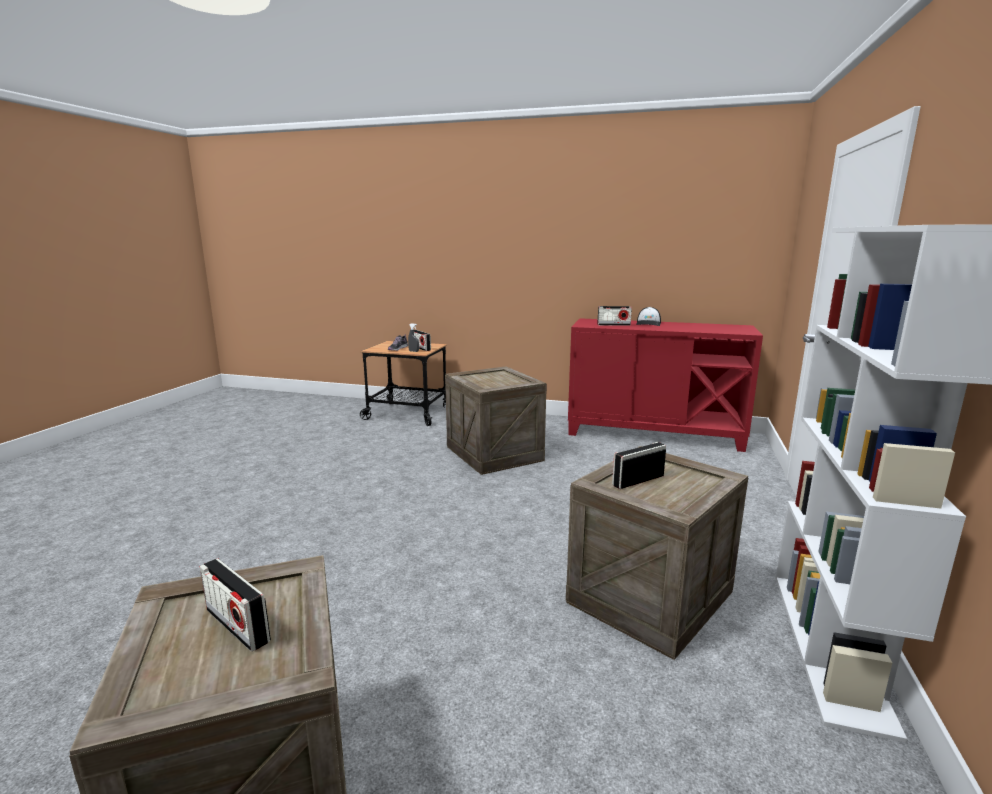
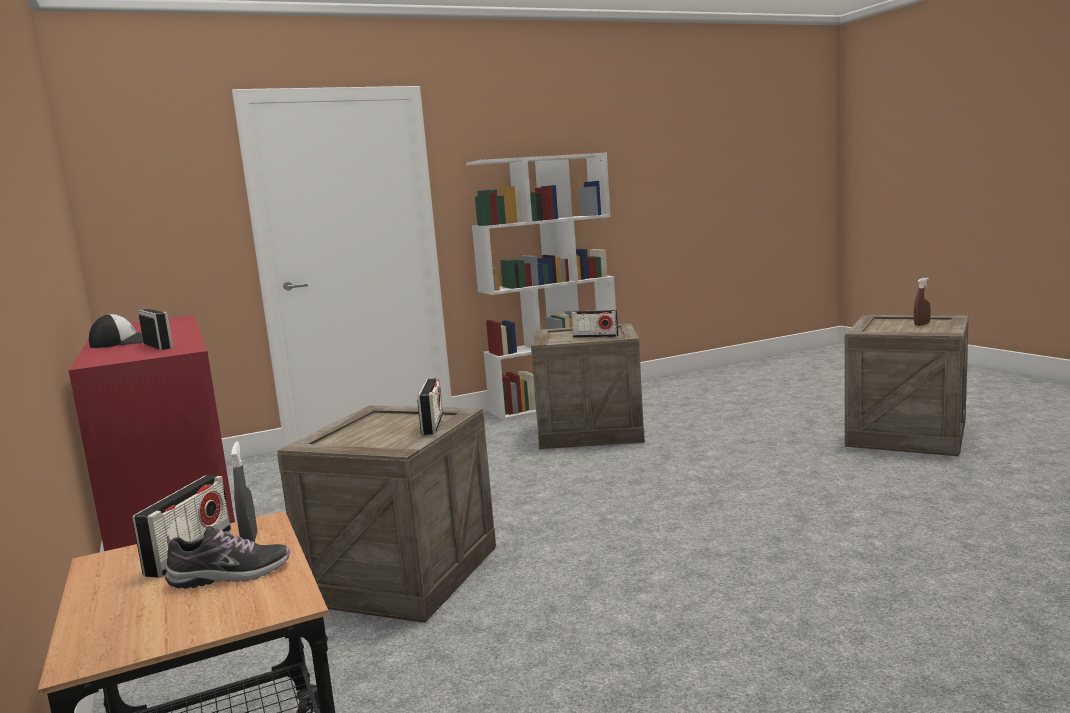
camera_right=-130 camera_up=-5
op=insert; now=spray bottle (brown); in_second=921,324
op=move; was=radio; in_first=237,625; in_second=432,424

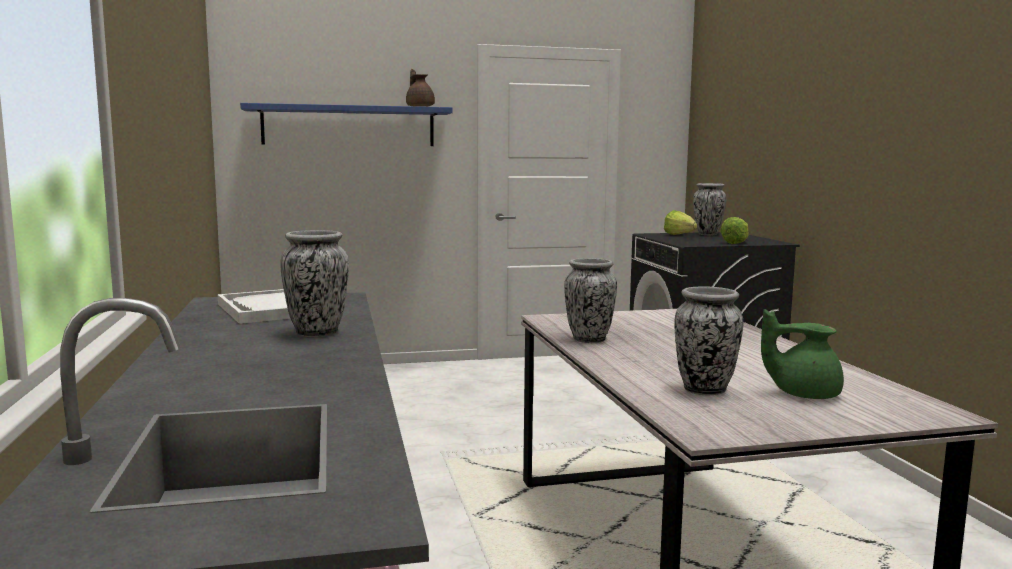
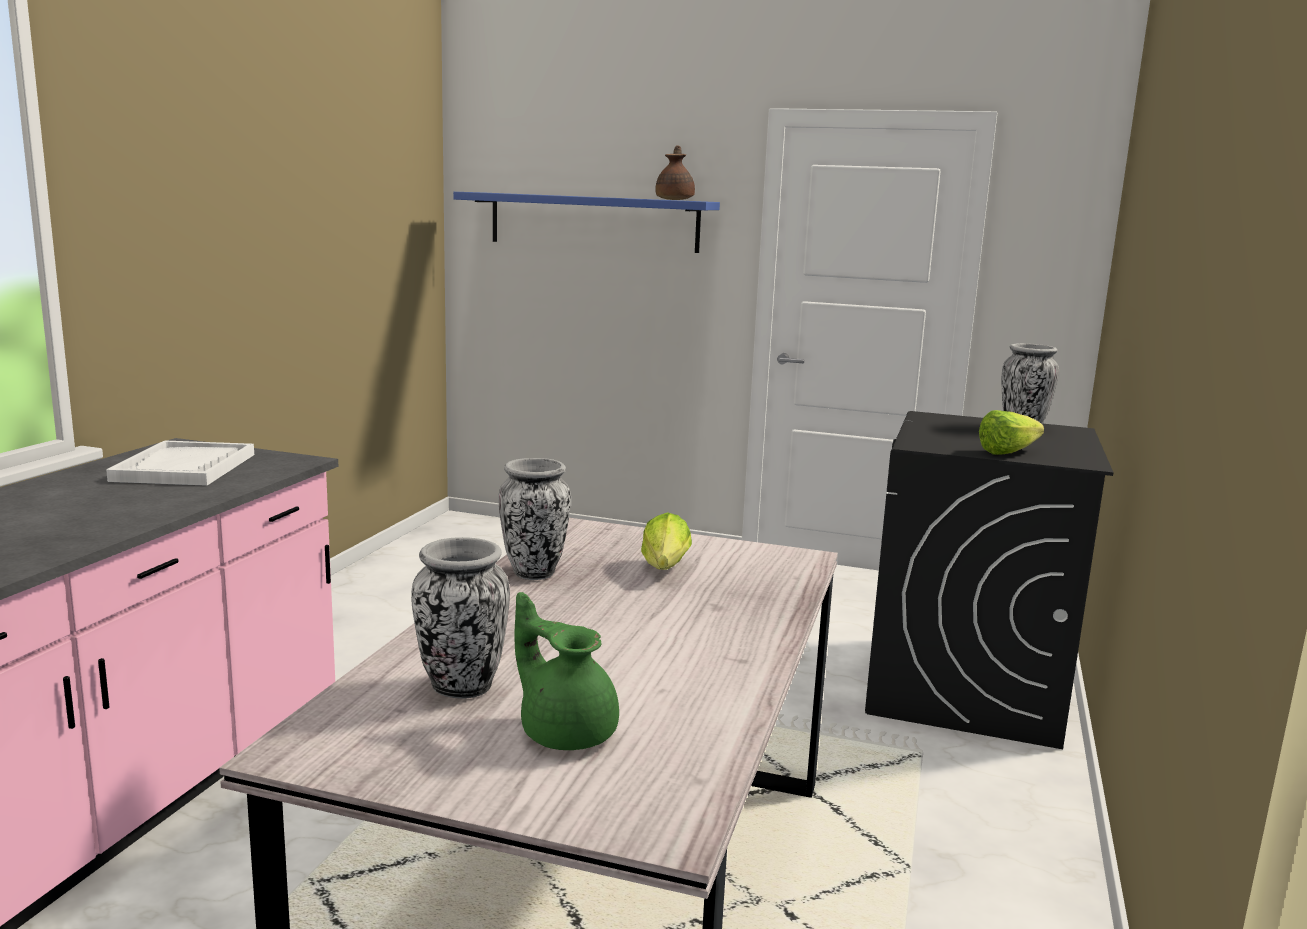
camera_right=30 camera_up=5
op=delete; was=vase; in_first=316,333
op=move; was=lettuce; in_first=681,236; in_second=662,572

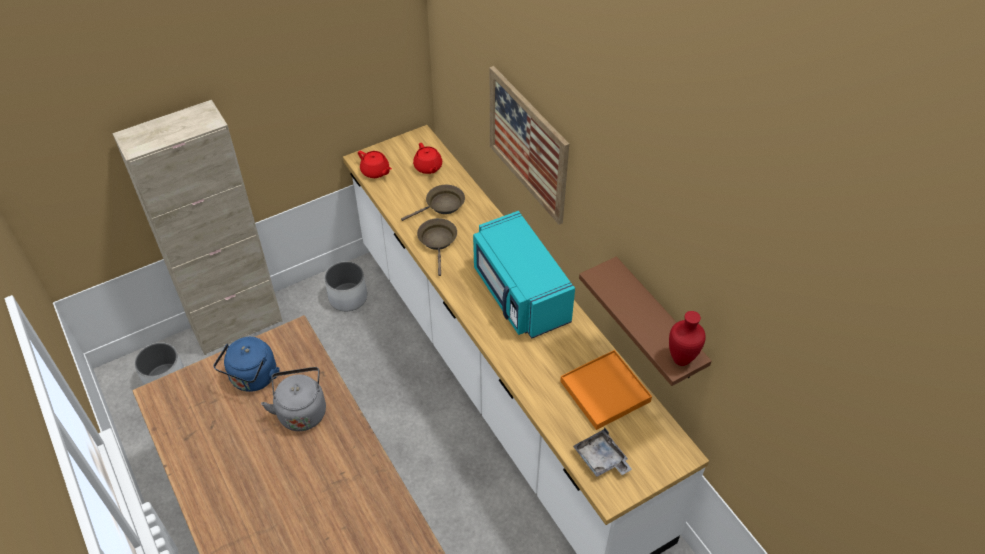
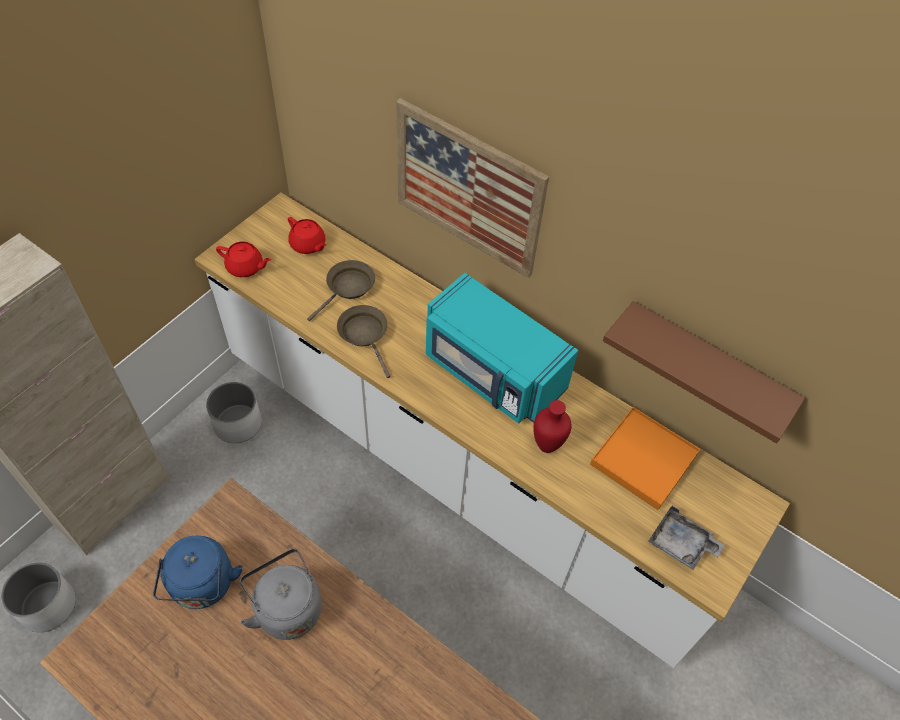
camera_right=-25 camera_up=5
op=move; was=vase (red); in_first=680,359; in_second=545,445

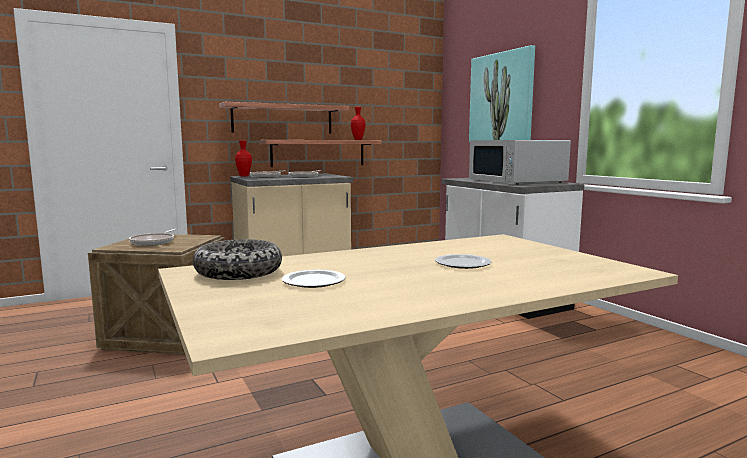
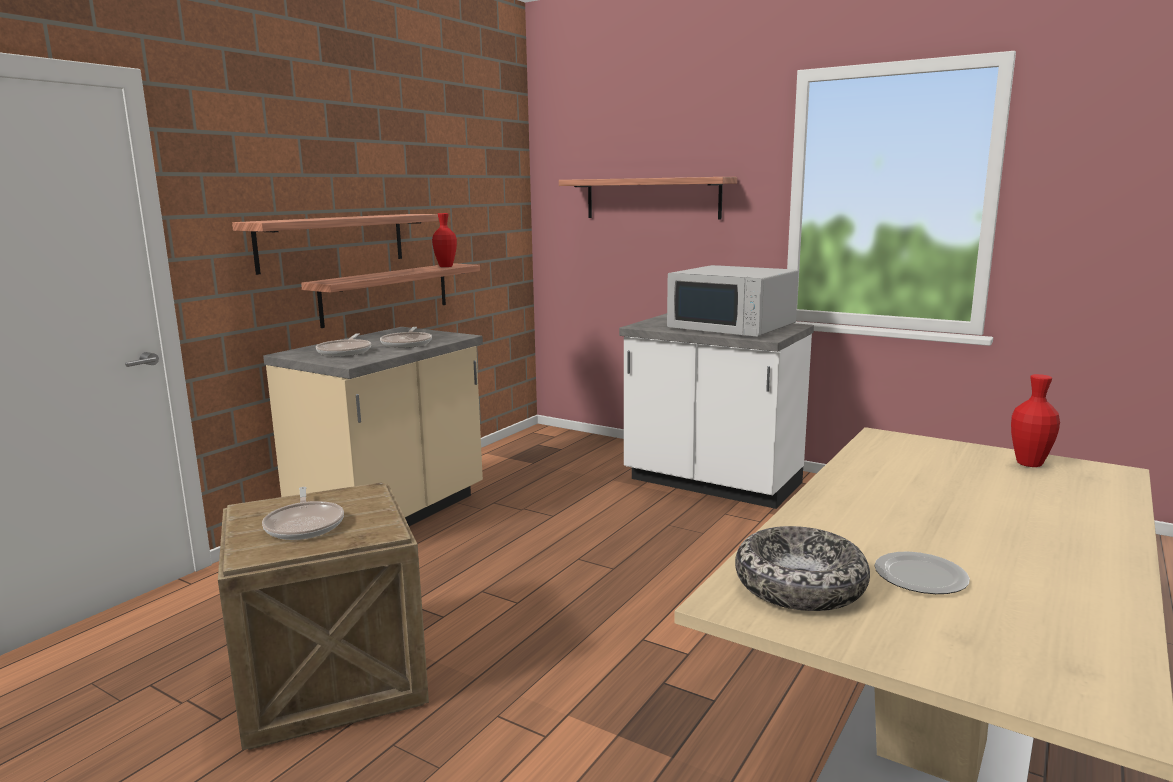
camera_right=-30 camera_up=5
op=delete; was=plate; in_first=462,263
op=move; was=vase (red); in_first=244,176; in_second=1029,464
op=replace; was=picture; now=shelf; in_first=501,98; in_second=652,198

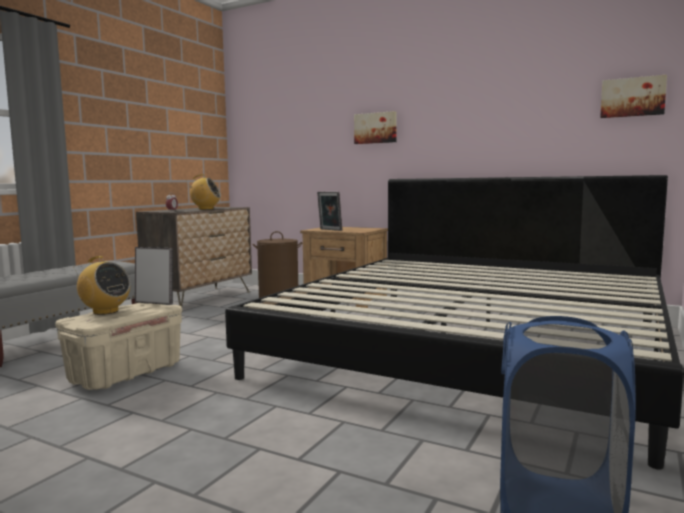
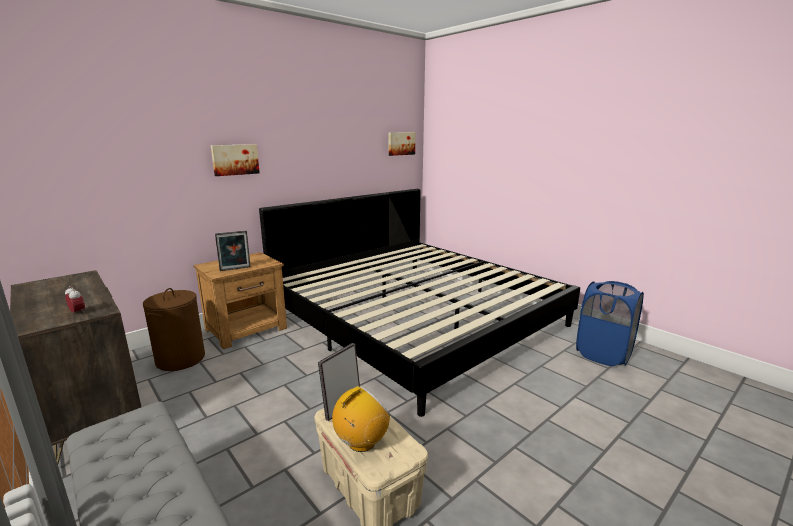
camera_right=-70 camera_up=10
op=delete; was=radio; in_first=205,209

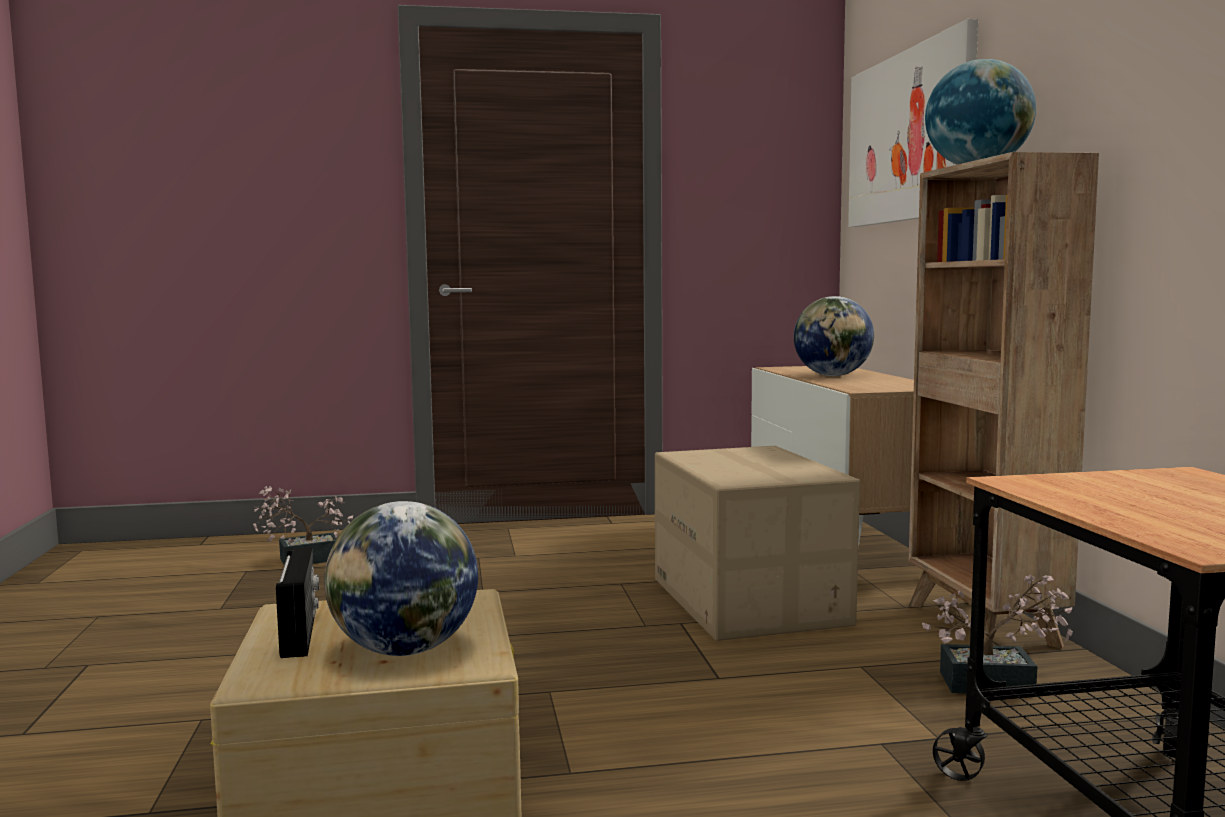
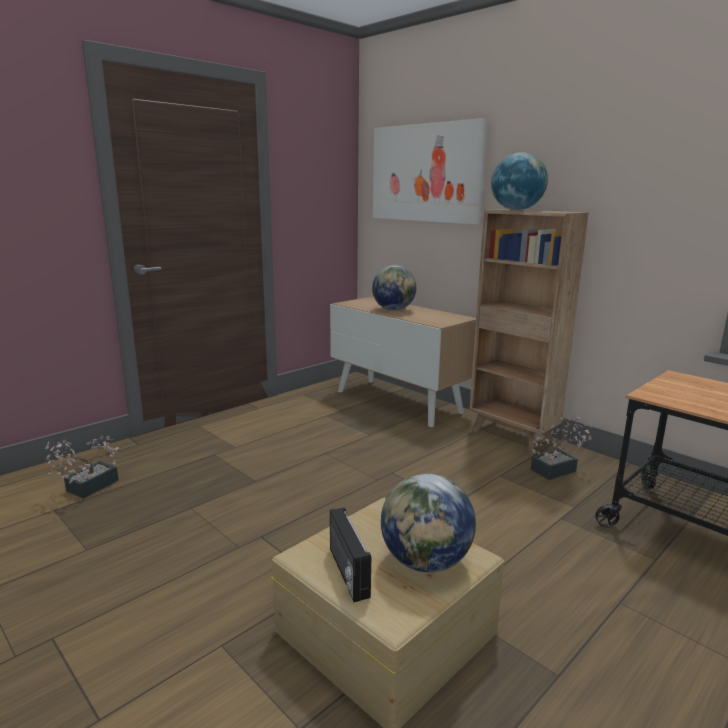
camera_right=-35 camera_up=10
op=delete; was=cardboard box; in_first=750,602
op=rotate; was=radio; in_first=301,633; in_second=347,572; clockwise=-150

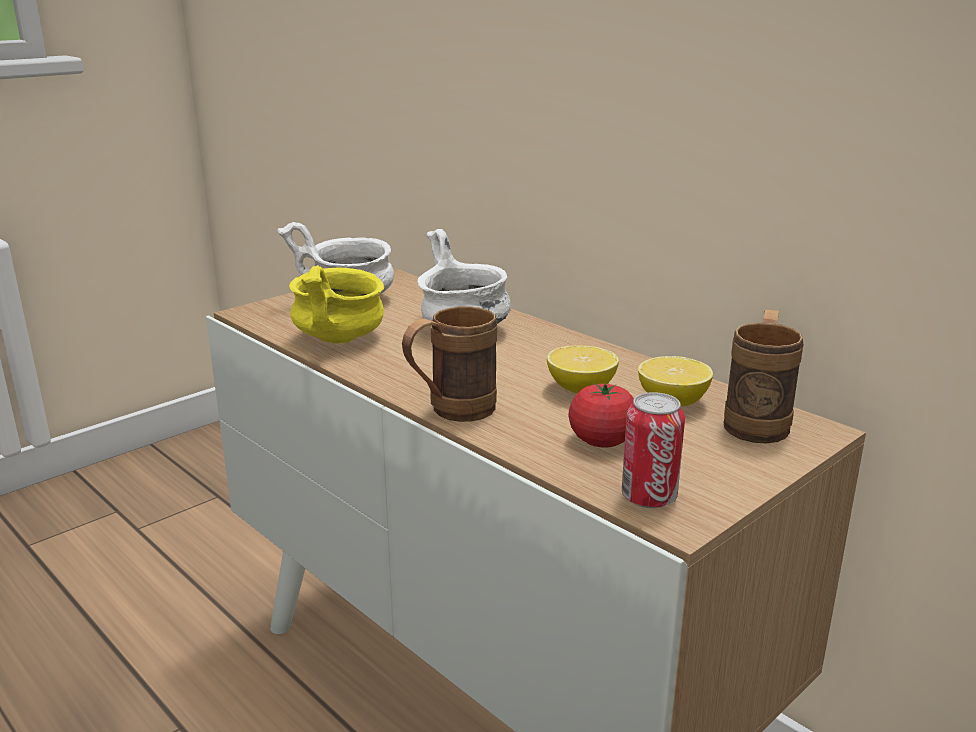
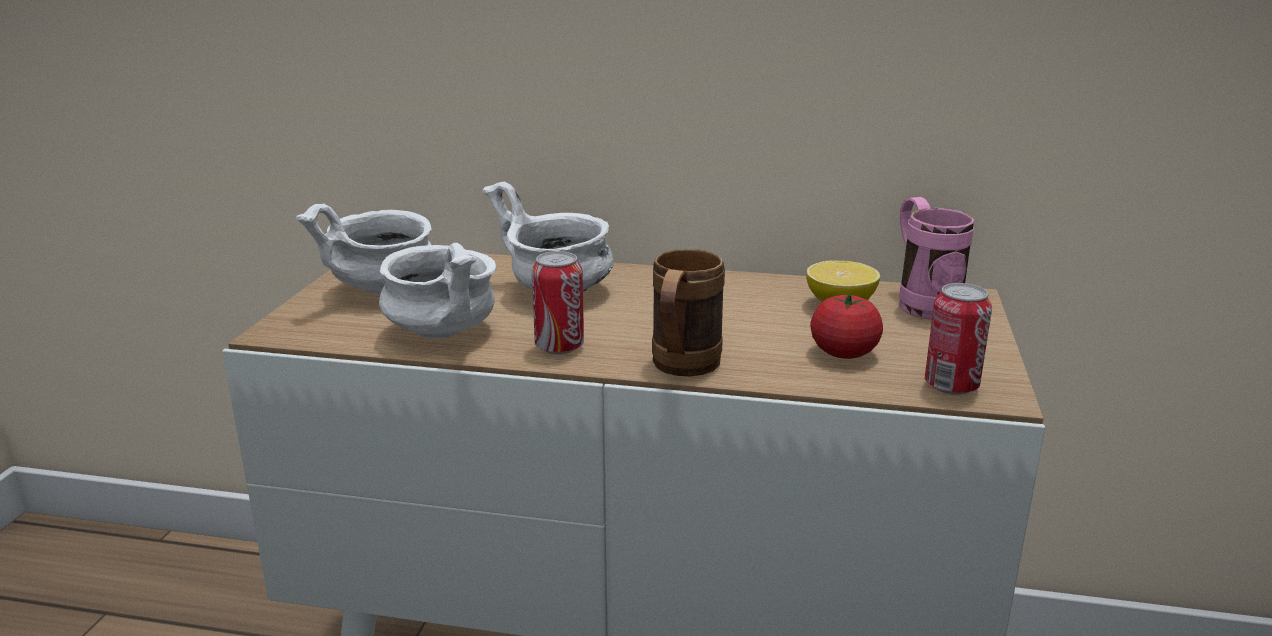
camera_right=-35 camera_up=0
op=delete; was=lemon; in_first=581,389
op=insert; now=can; in_second=559,347
op=recolor; was=bowl (yellow); now=bowl (white); in_first=340,339; in_second=445,332
op=recolor; was=mug (brown); now=mug (pink); in_first=758,421; in_second=921,301

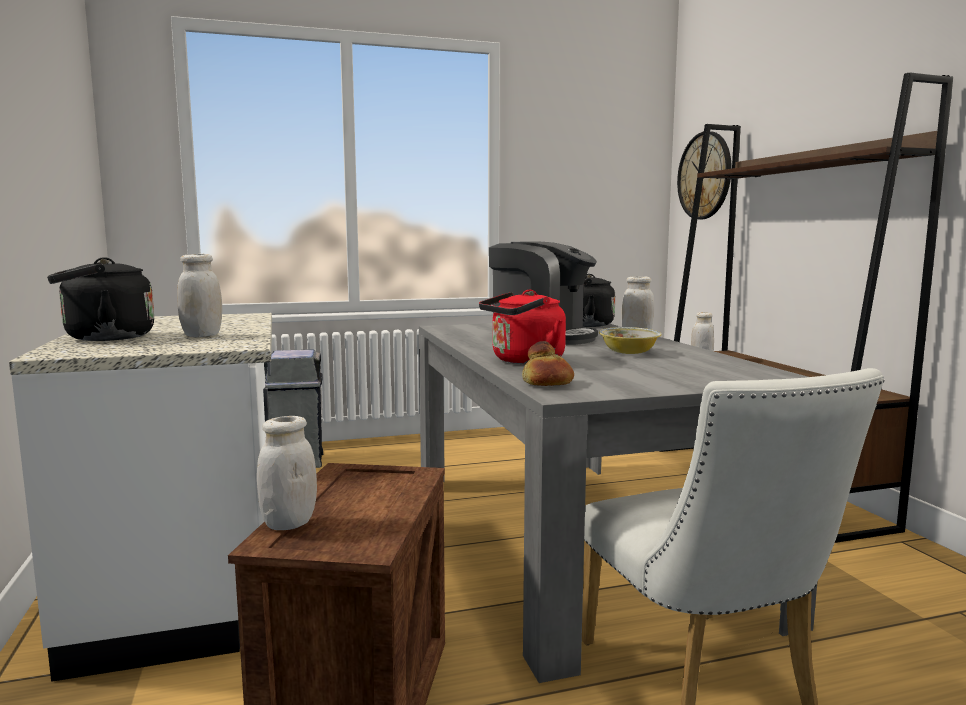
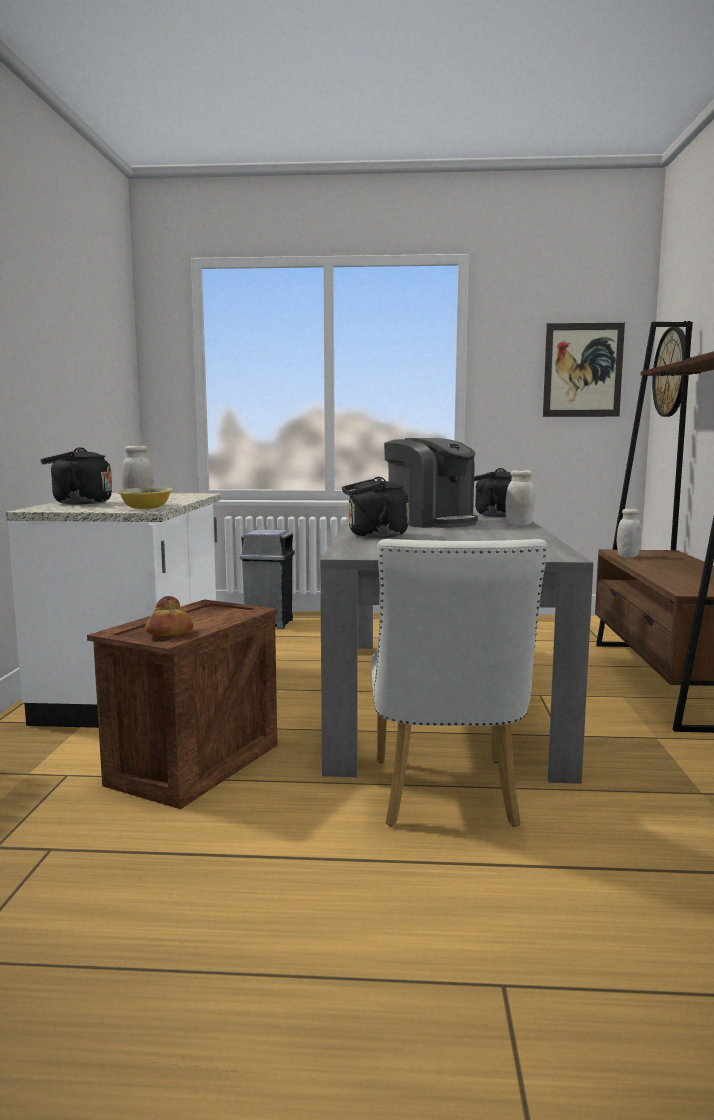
camera_right=20 camera_up=0
op=delete; was=jar (white); in_first=289,523
op=insert; now=picture; in_second=583,370
op=move; was=bread; in_first=547,383; in_second=169,633
op=move; was=bowl; in_first=629,353; in_second=146,509
op=recolor; was=kettle (red); now=kettle (black); in_first=524,361; in_second=374,536

